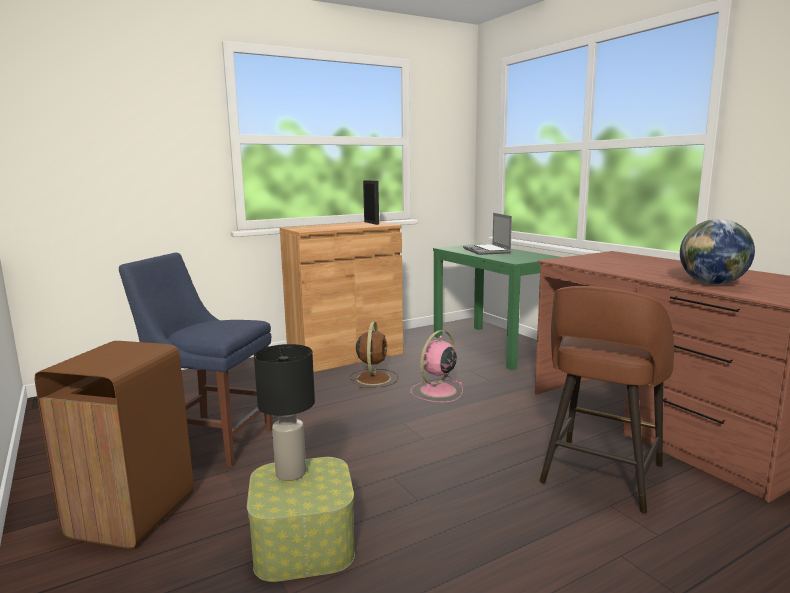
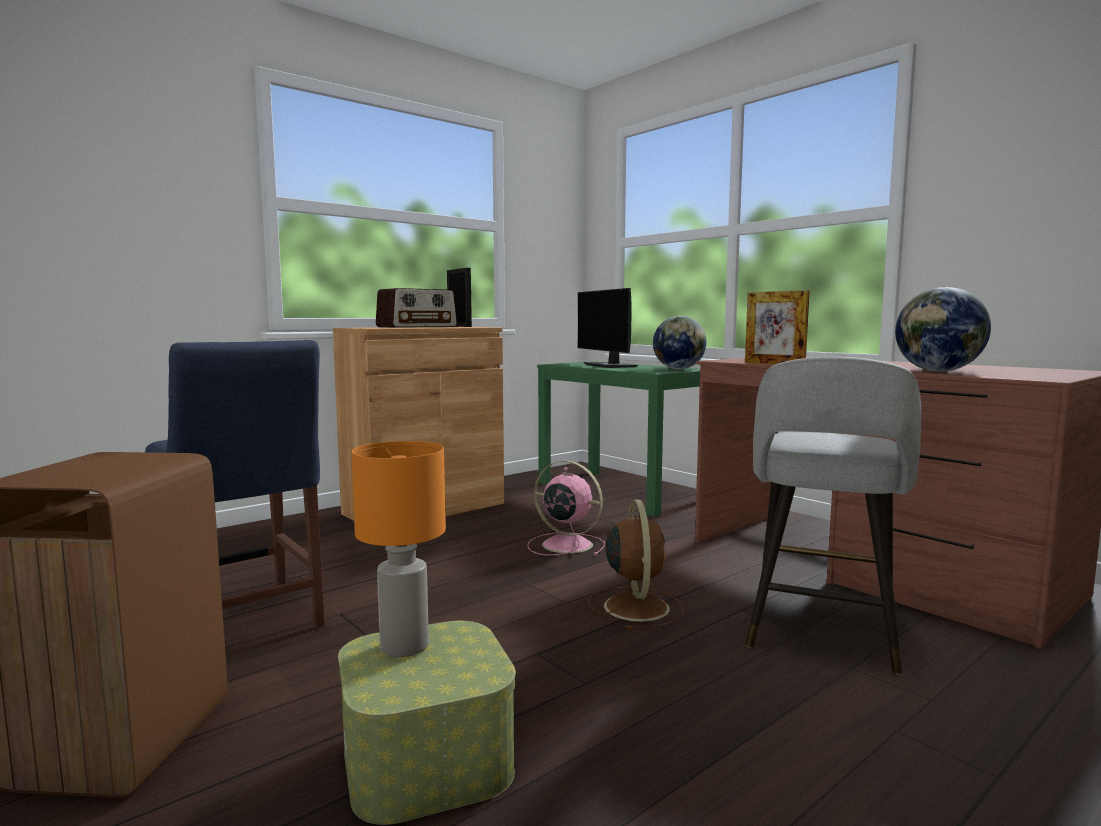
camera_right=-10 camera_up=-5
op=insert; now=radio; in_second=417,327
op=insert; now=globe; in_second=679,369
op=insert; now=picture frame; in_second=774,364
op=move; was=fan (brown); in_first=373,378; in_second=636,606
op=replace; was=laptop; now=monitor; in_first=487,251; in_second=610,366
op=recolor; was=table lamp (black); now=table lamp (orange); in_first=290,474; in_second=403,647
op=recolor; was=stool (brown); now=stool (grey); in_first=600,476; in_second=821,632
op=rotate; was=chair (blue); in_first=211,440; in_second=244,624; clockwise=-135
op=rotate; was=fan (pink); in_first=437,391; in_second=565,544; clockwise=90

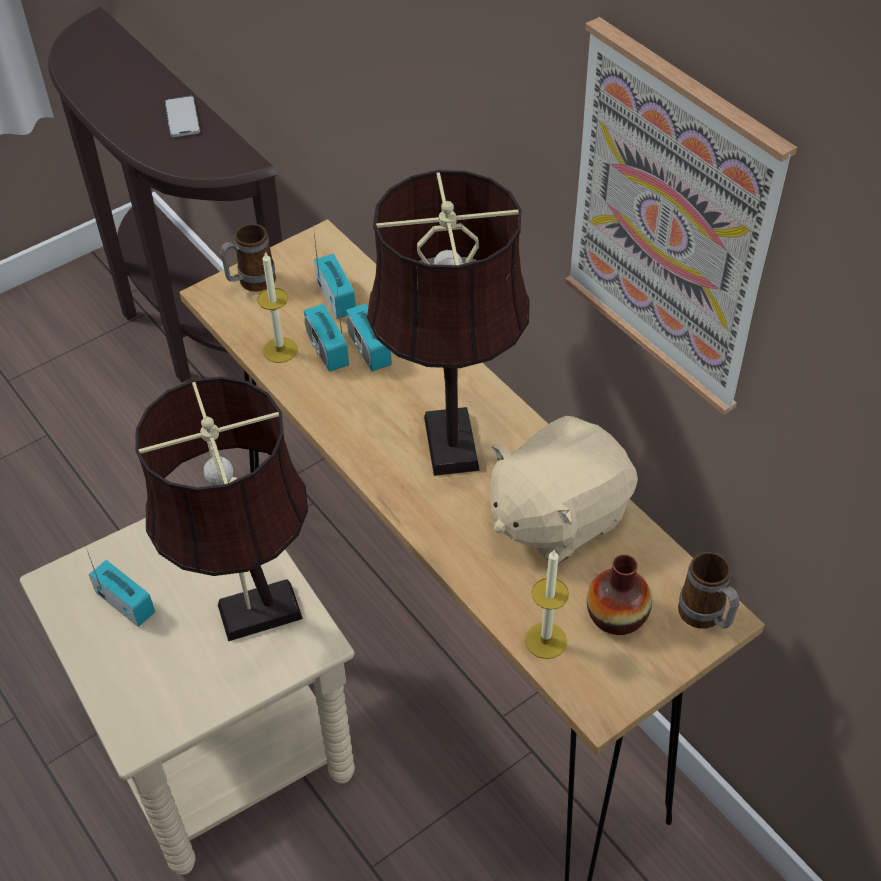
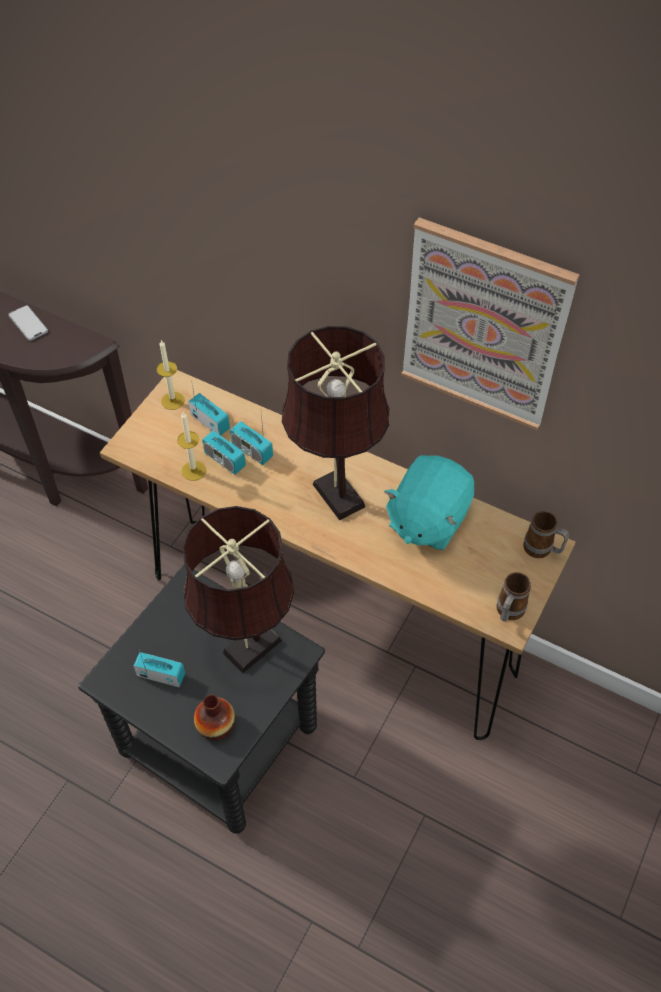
camera_right=-25 camera_up=5
op=move; was=mug; in_first=250,283; in_second=507,613
op=move; was=candle; in_first=545,640; in_second=172,400
op=move; was=vase; in_first=616,615; in_second=216,725
op=recolor; was=side table (beige); now=side table (black); in_first=218,745; in_second=217,742
op=recolor; was=plush toy (beige); now=plush toy (turquoise); in_first=557,516; in_second=427,519

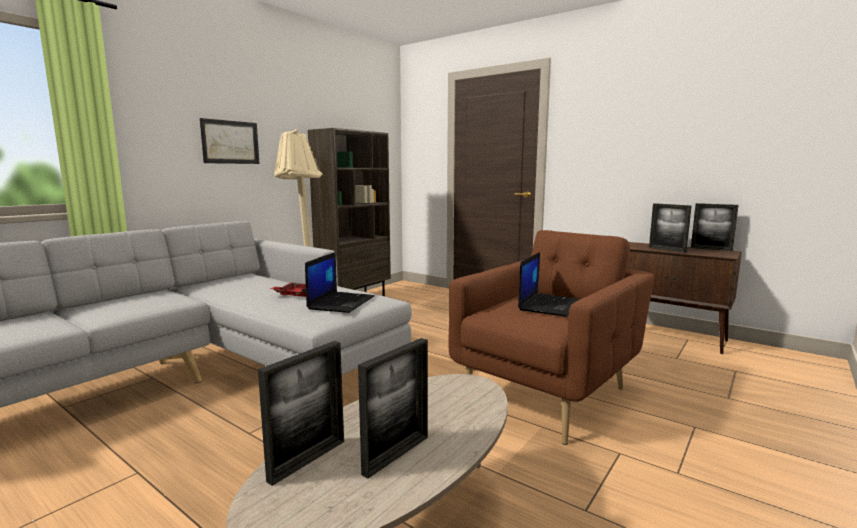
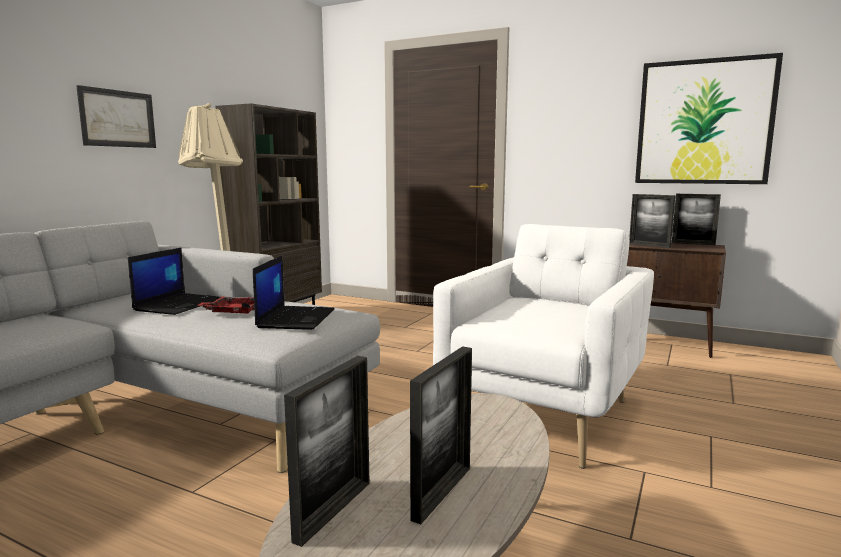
camera_right=-10 camera_up=0
op=insert; now=picture; in_second=704,122
op=move; was=laptop; in_first=549,305; in_second=179,304
op=recolor; was=armchair (brown); now=armchair (white); in_first=549,392; in_second=545,412

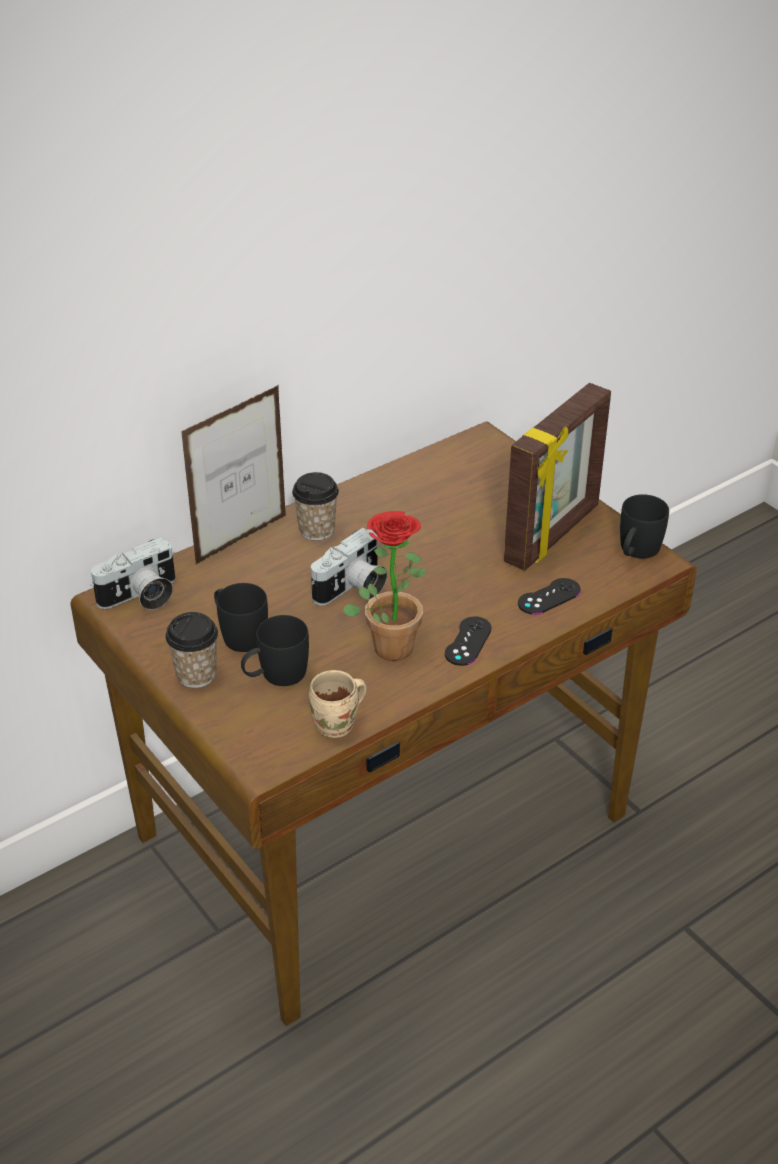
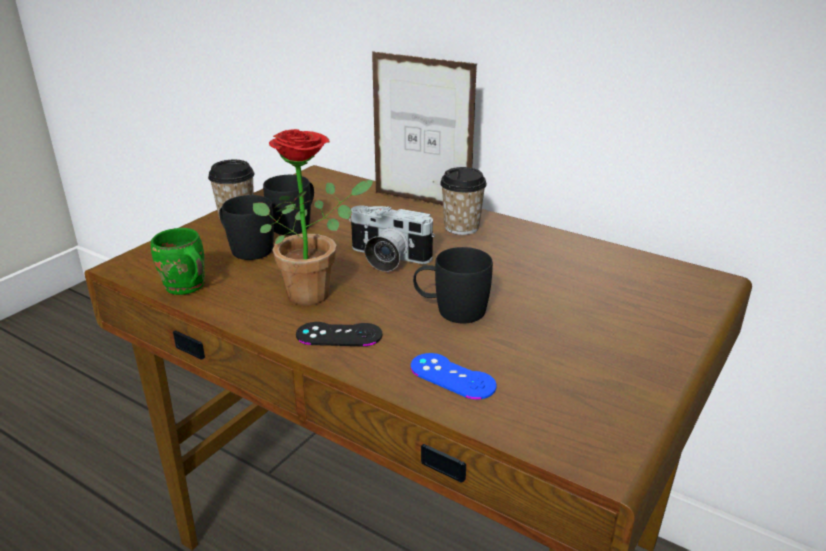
camera_right=70 camera_up=-10
op=delete; was=photo camera; in_first=141,597
op=delete; was=picture frame; in_first=554,535
op=move; was=mug (black); in_first=636,552; in_second=451,310
op=recolor; was=mug (beige); now=mug (green); in_first=338,725; in_second=184,288
op=recolor; was=game controller (black); now=game controller (blue); in_first=549,597; in_second=452,376

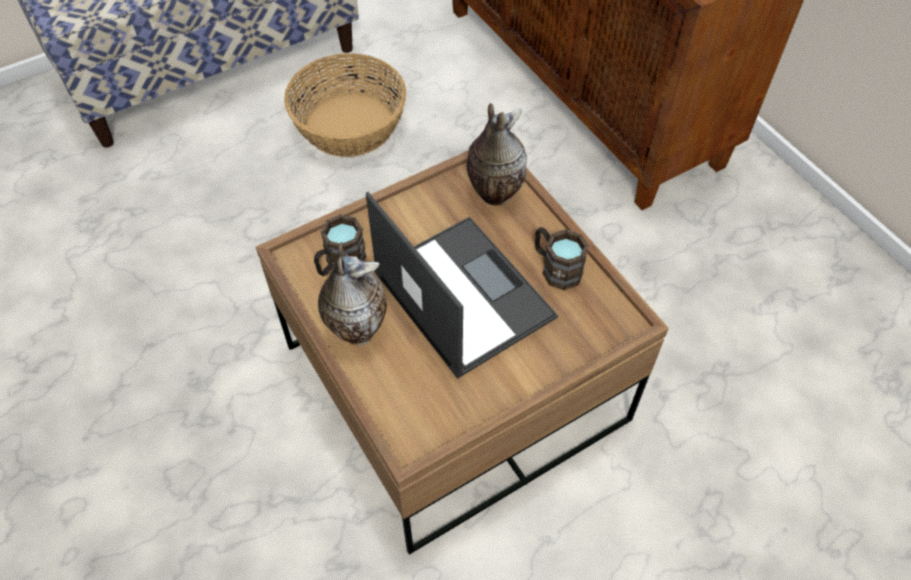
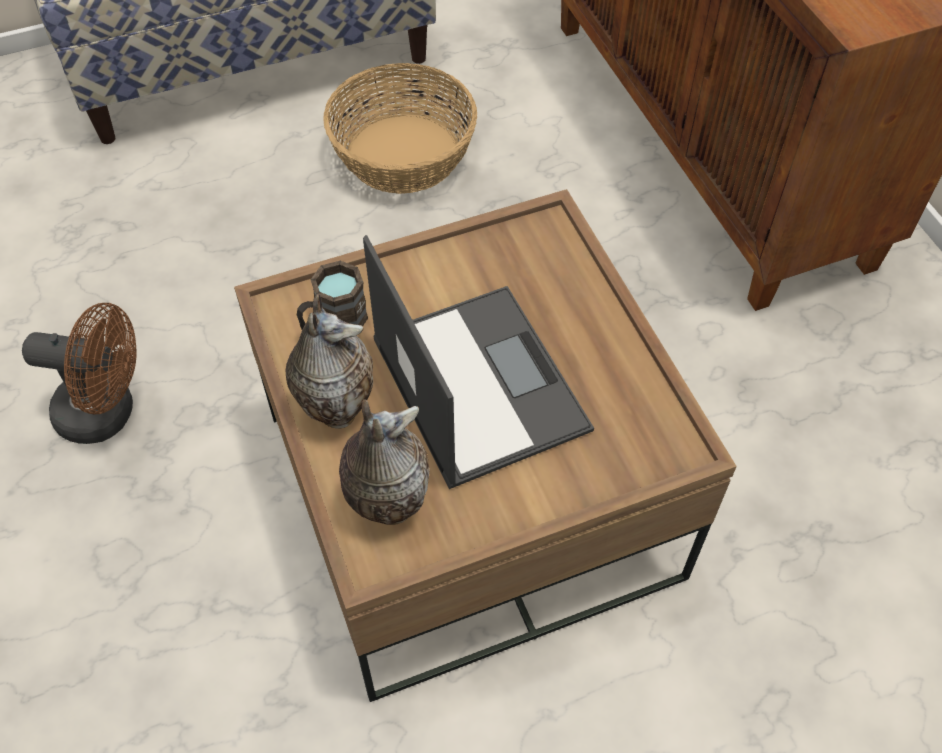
camera_right=10 camera_up=0
op=delete; was=mug (brown); in_first=555,268
op=insert; now=fan (brown); in_second=108,413
op=move; was=vase; in_first=492,194; in_second=386,504

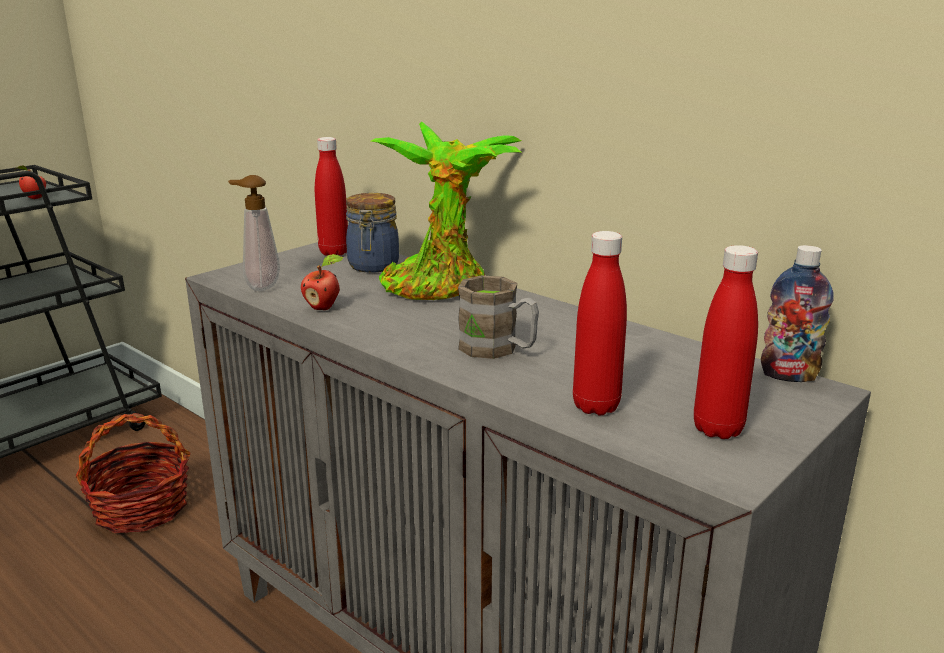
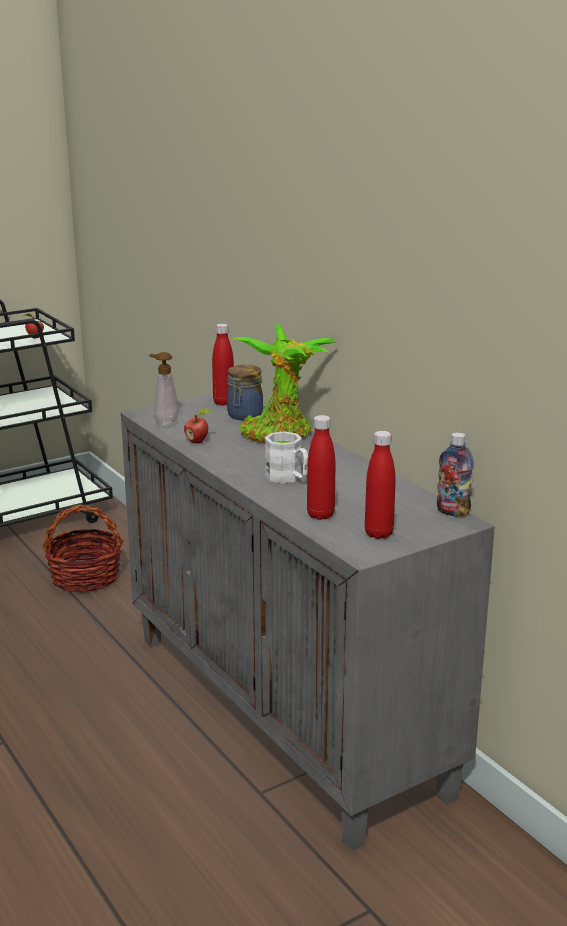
camera_right=15 camera_up=0
op=recolor; was=mug (brown); now=mug (white); in_first=498,349; in_second=288,478

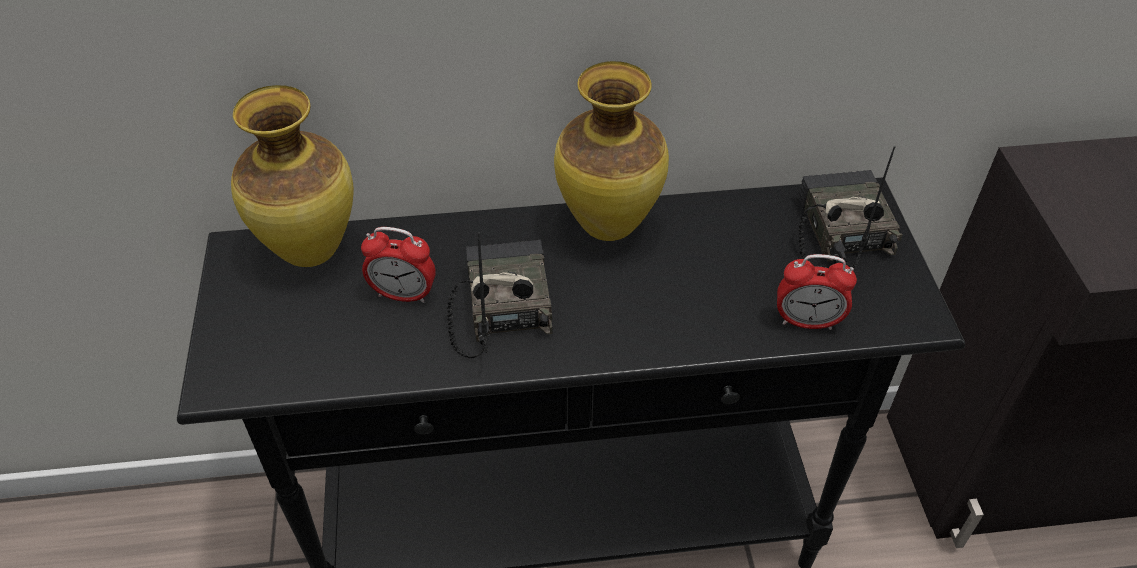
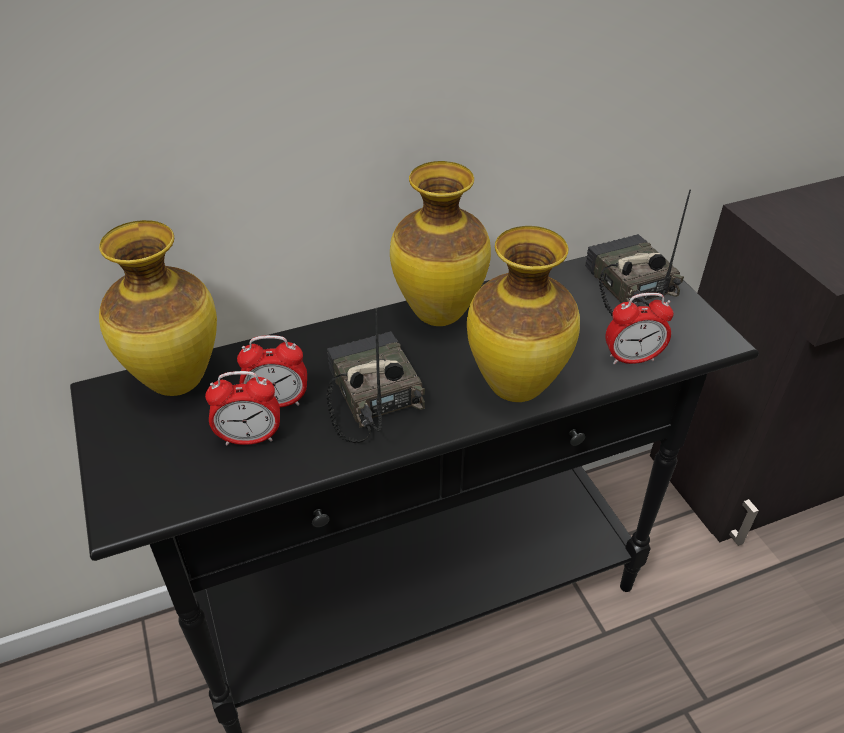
camera_right=-15 camera_up=-5
op=insert; now=alarm clock; in_second=250,438
op=insert; now=vase; in_second=516,387

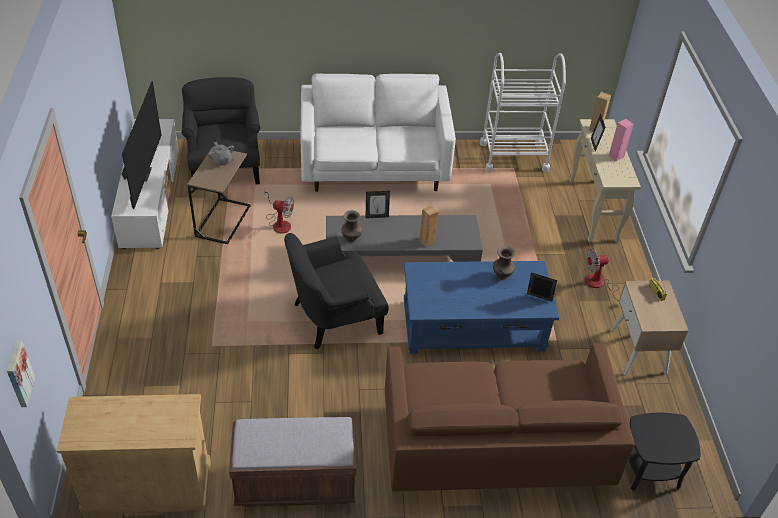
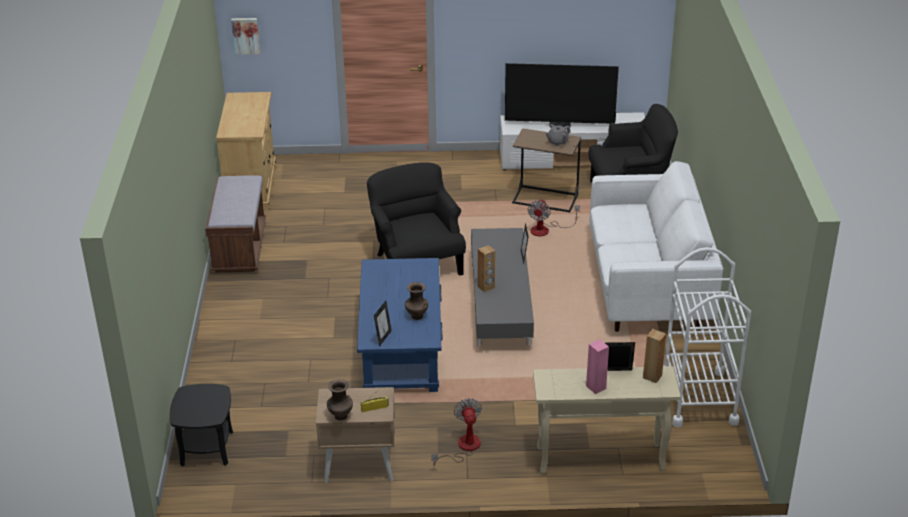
camera_right=95 camera_up=-10
op=delete; was=sofa (brown); in_first=493,445
op=move; was=vase (brown); in_first=351,239; in_second=340,416

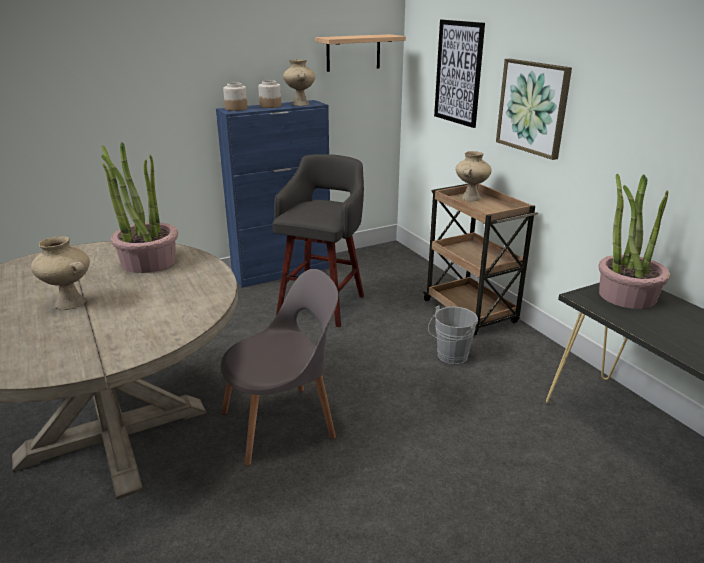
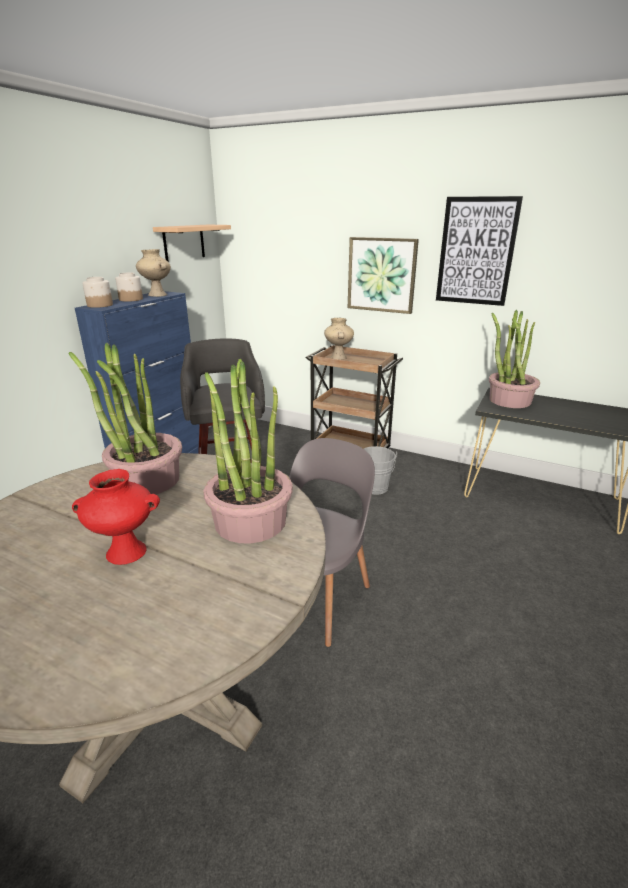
camera_right=-35 camera_up=0
op=insert; now=potted plant; in_second=250,520
op=move; was=picture; in_first=458,73; in_second=476,252
op=recolor; was=vase (beige); now=vase (red); in_first=69,303; in_second=125,553

